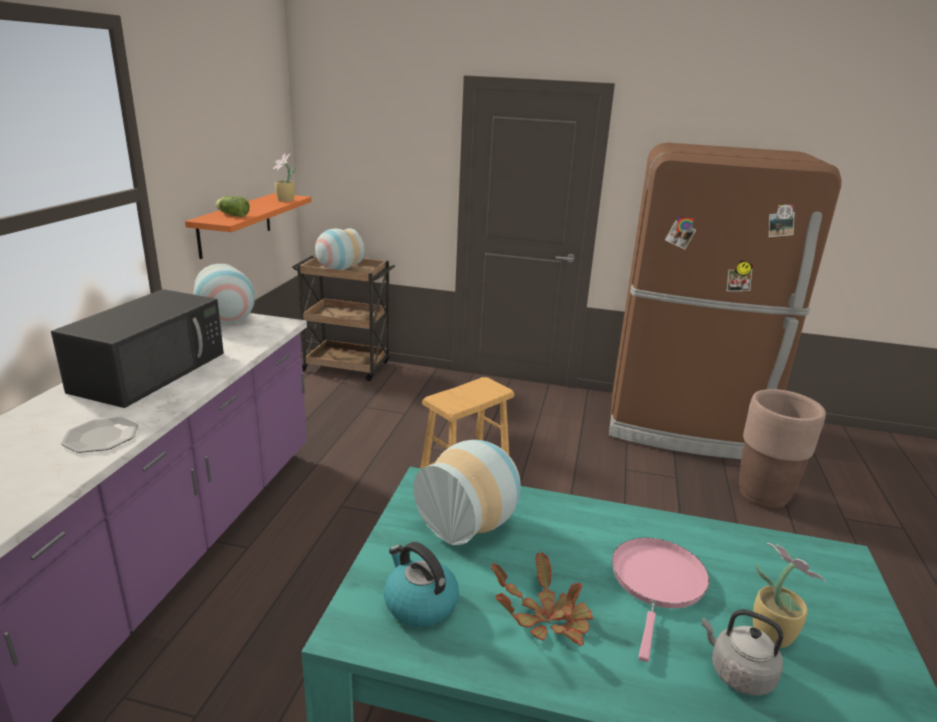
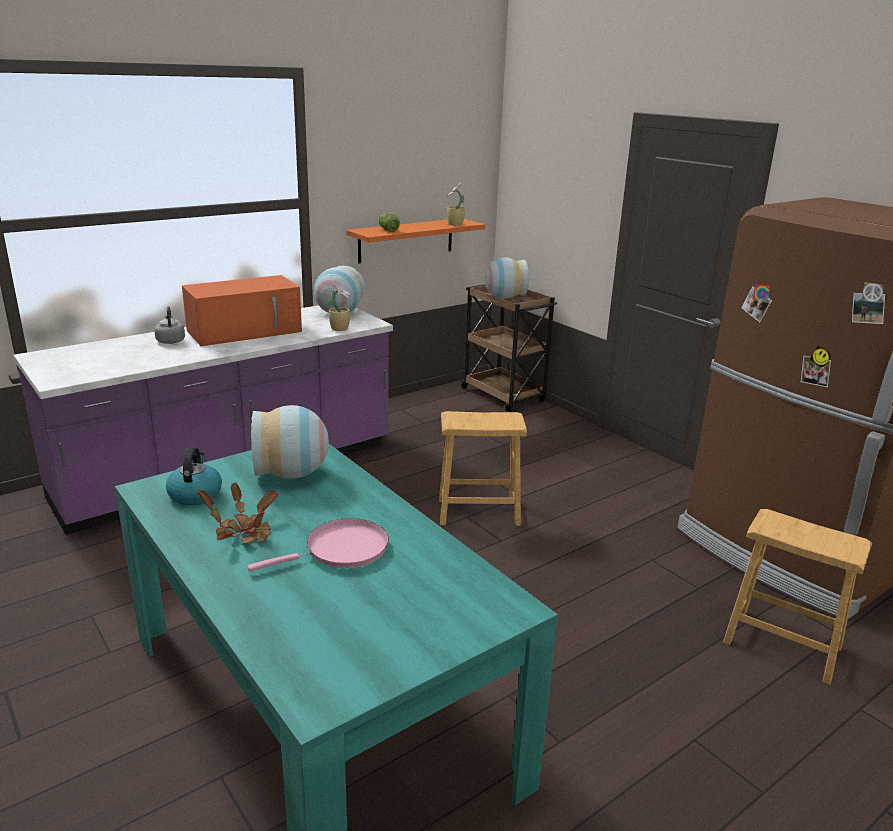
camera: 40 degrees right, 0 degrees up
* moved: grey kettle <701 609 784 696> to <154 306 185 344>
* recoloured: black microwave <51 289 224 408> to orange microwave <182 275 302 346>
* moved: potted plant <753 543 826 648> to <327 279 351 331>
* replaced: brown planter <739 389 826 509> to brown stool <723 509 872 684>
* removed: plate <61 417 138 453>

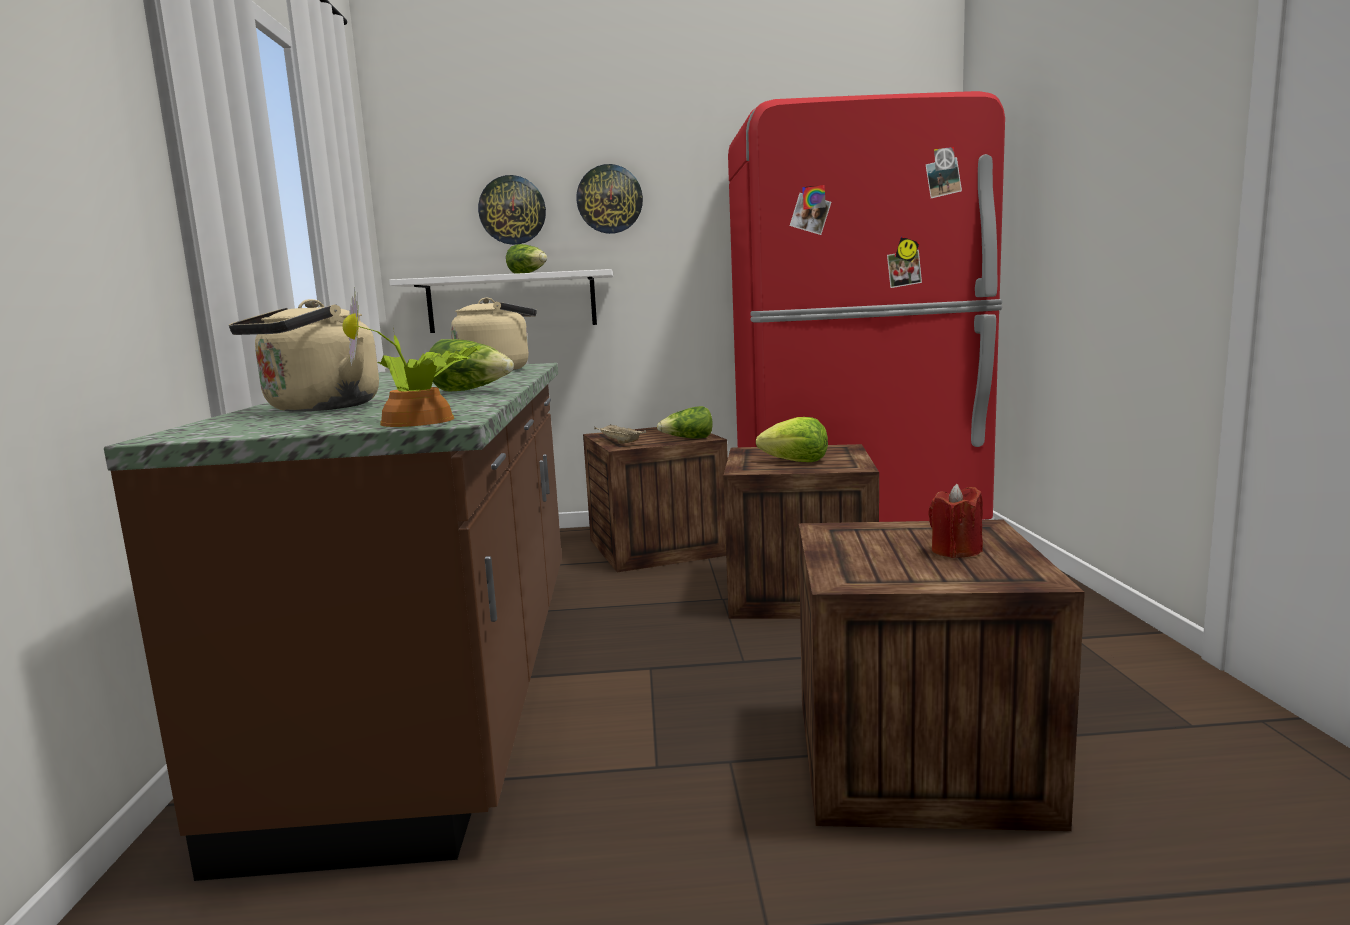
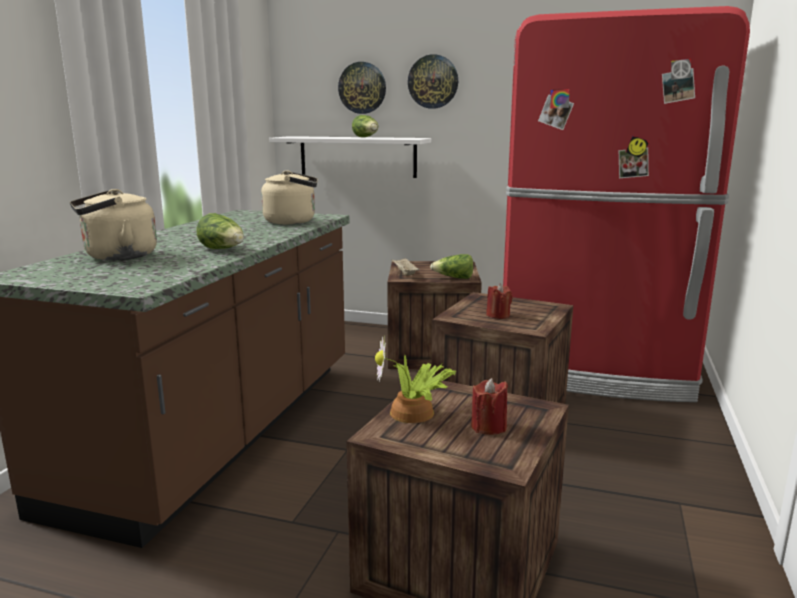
camera: 20 degrees right, 5 degrees up
* moved: potted plant <343 287 481 427> to <375 336 457 423>
* replaced: lettuce <756 417 828 462> to red candle <486 283 513 319>

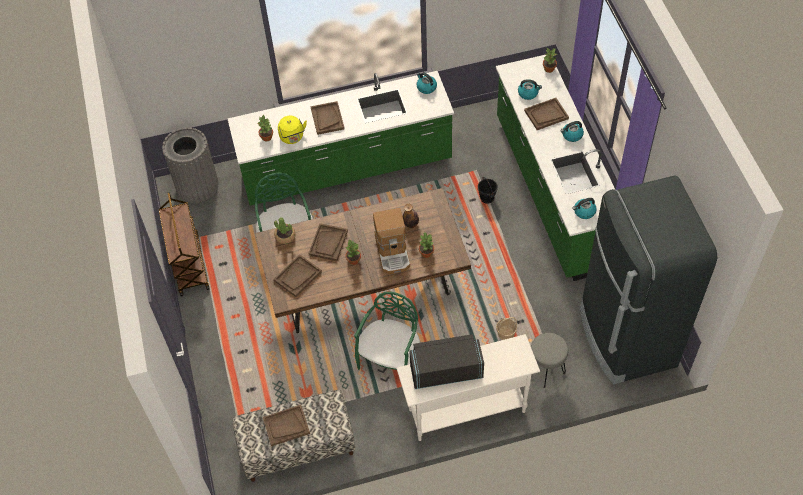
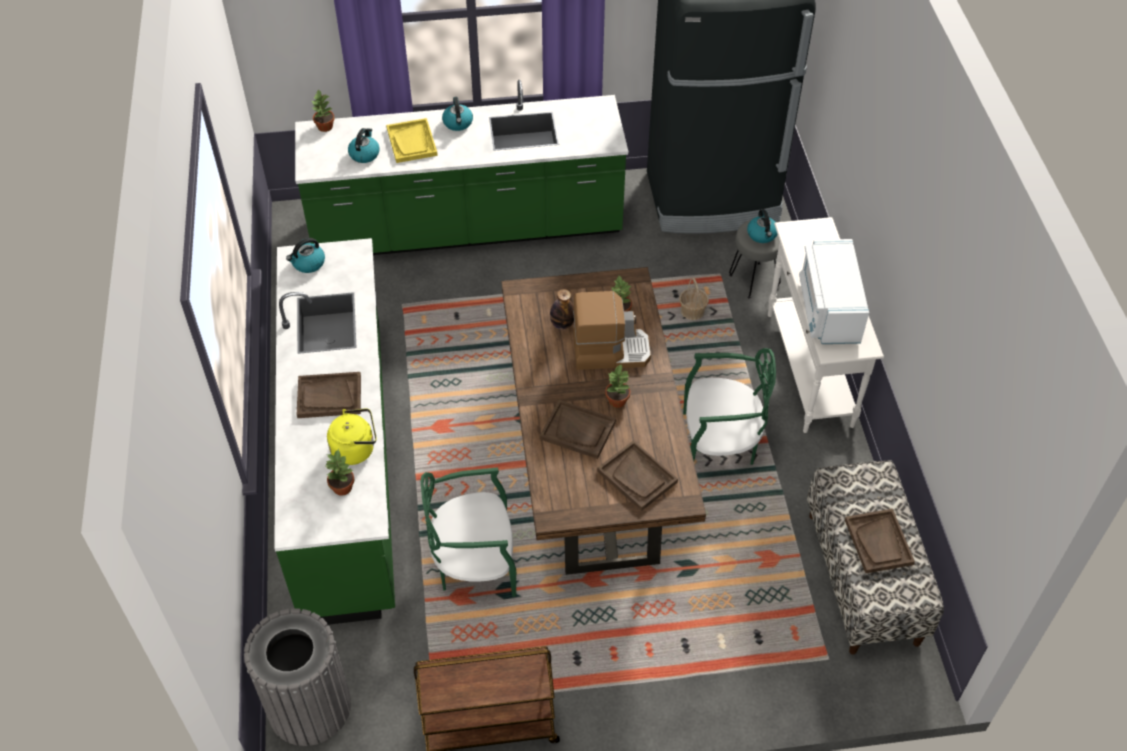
camera: 85 degrees left, 5 degrees down
* recoloured: brown tray <524 98 569 130> to yellow tray <386 118 438 163>
* turned: green chair <354 291 420 370> = <683 348 776 465> 150 degrees clockwise
* moved: kettle <572 198 597 219> to <747 209 777 243>
* recoloured: black microwave <409 334 484 389> to white microwave <799 239 869 344>
* removed: potted plant <274 217 296 244>
* removed: black bucket <478 177 498 204>

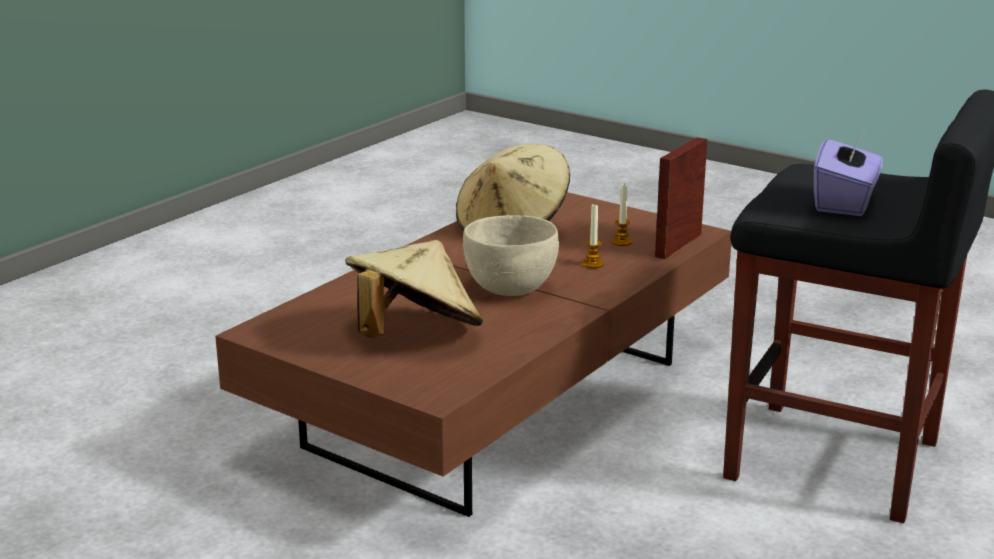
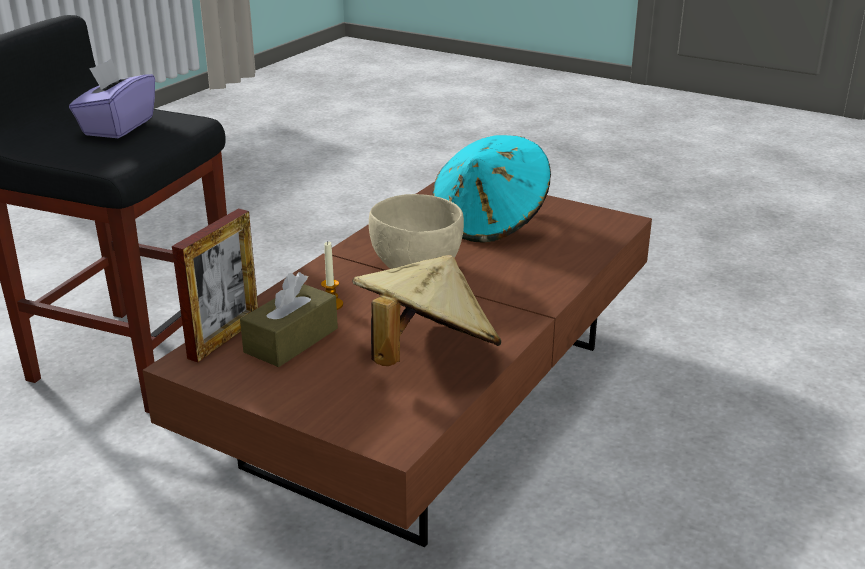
camera: 175 degrees right, 5 degrees up
* replaced: candle <611 185 632 246> to brown tissue box <240 272 338 367>
* recoloured: beige hat <345 240 483 338> to turquoise hat <432 135 551 242>

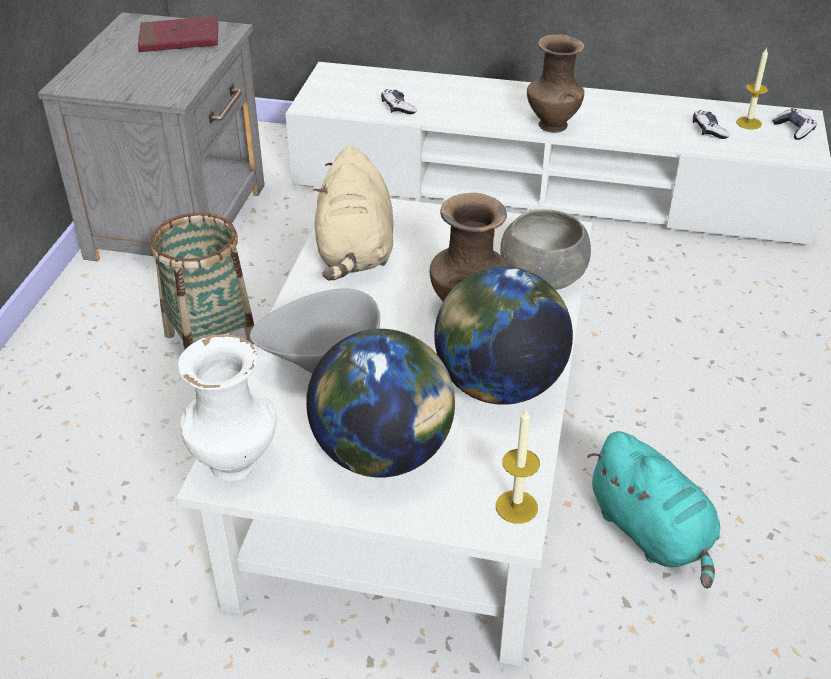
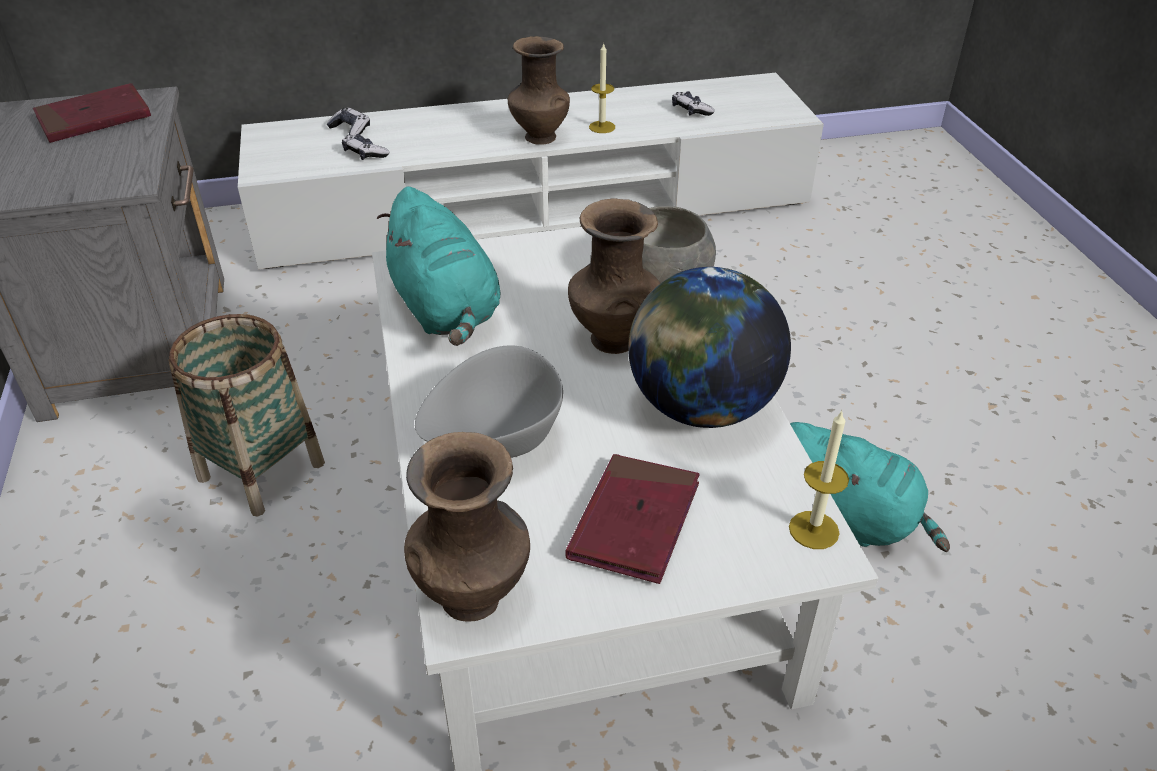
camera: 25 degrees left, 0 degrees up
* moved: game controller <772 108 817 140> to <327 108 370 135>
* recoloured: beige plush toy <313 145 393 280> to turquoise plush toy <377 186 500 346>
* recoloured: white vase <178 334 277 481> to brown vase <404 432 530 622>
* replaced: globe <306 329 455 478> to red book <565 454 700 584>
* moved: candle <736 48 768 129> to <589 43 615 133>

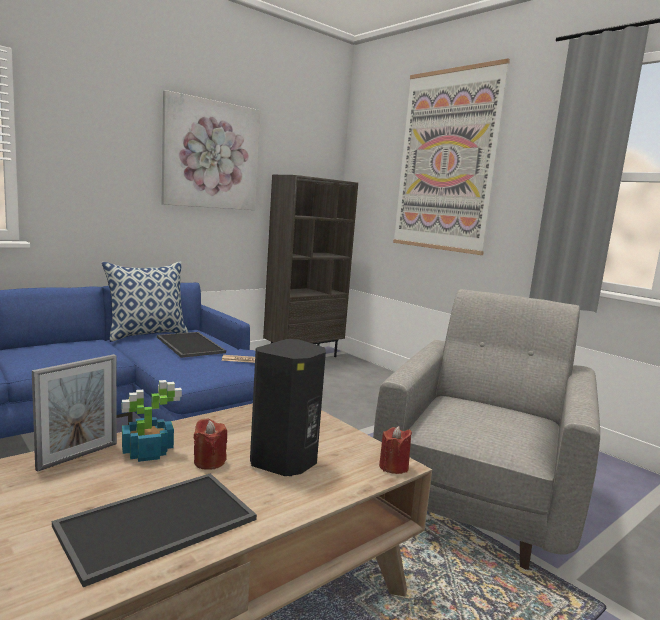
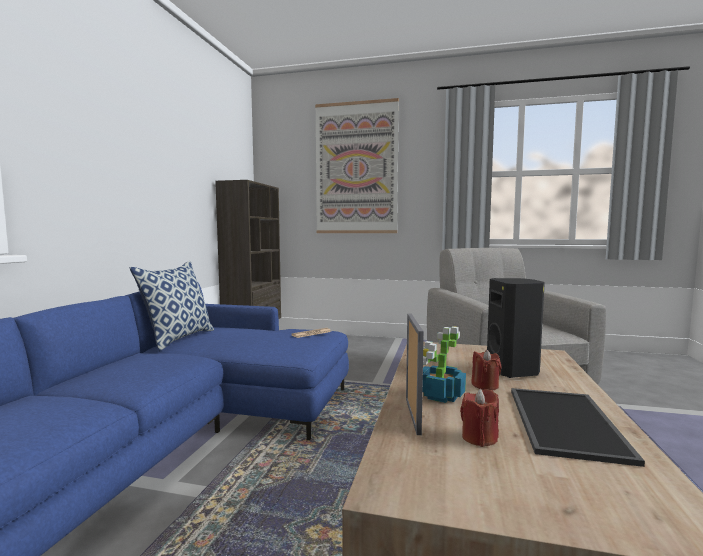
camera: 35 degrees left, 5 degrees down
* moved: red candle <379 426 412 474> to <460 389 499 447>
* removed: tray <157 332 226 358>
* removed: picture <162 90 260 210>

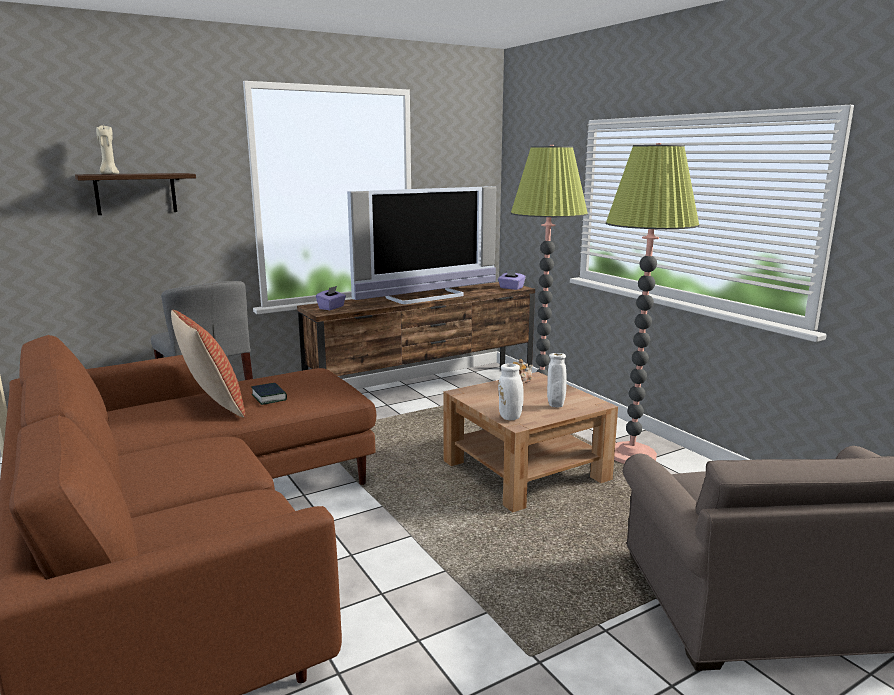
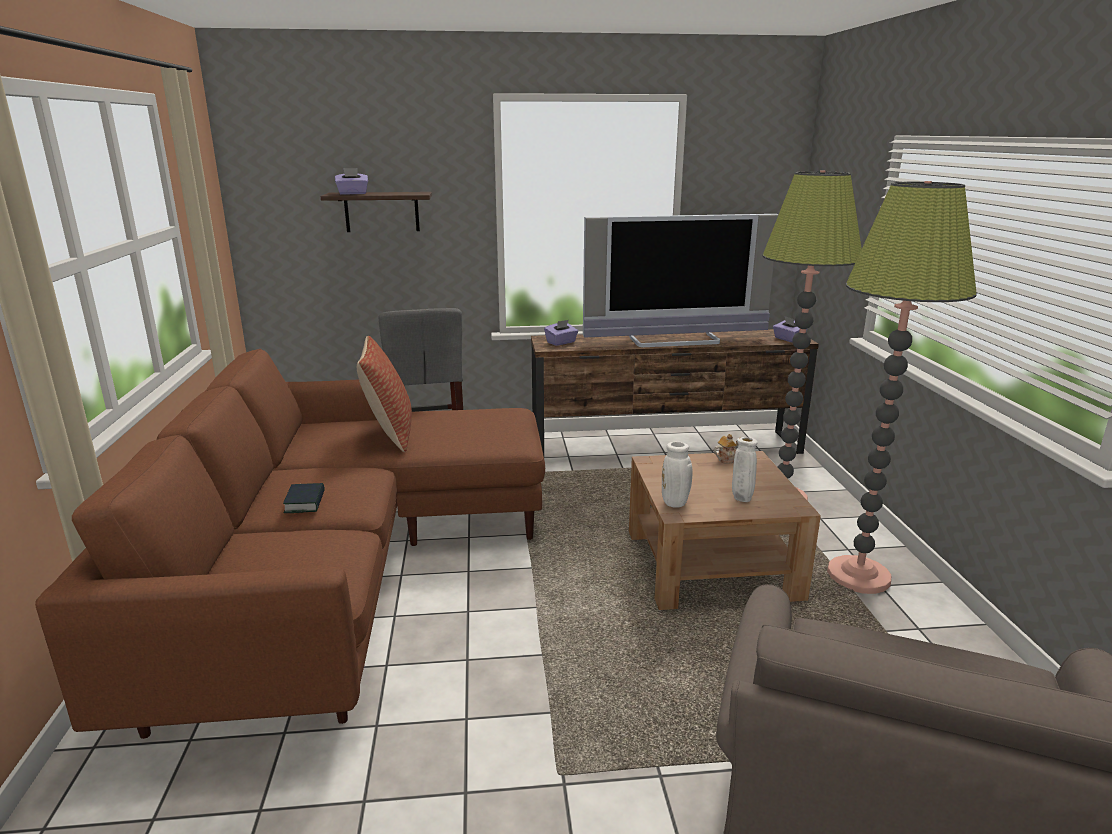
camera: 25 degrees right, 5 degrees up
* moved: book <251 383 287 405> to <283 483 325 513>
* replaced: beige candle <96 125 119 174> to purple tissue box <335 168 368 195>

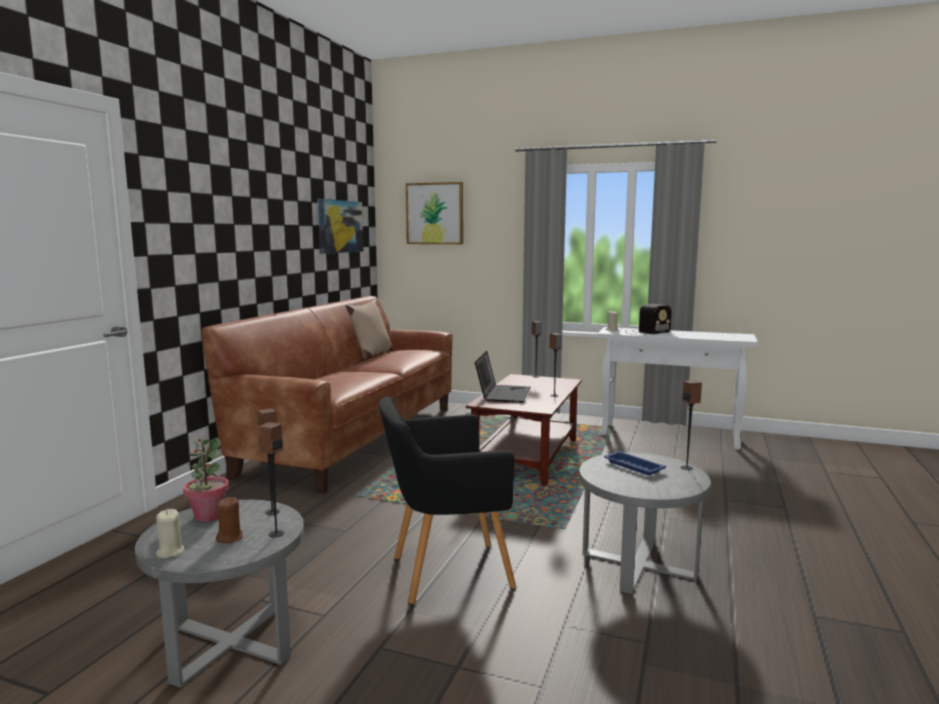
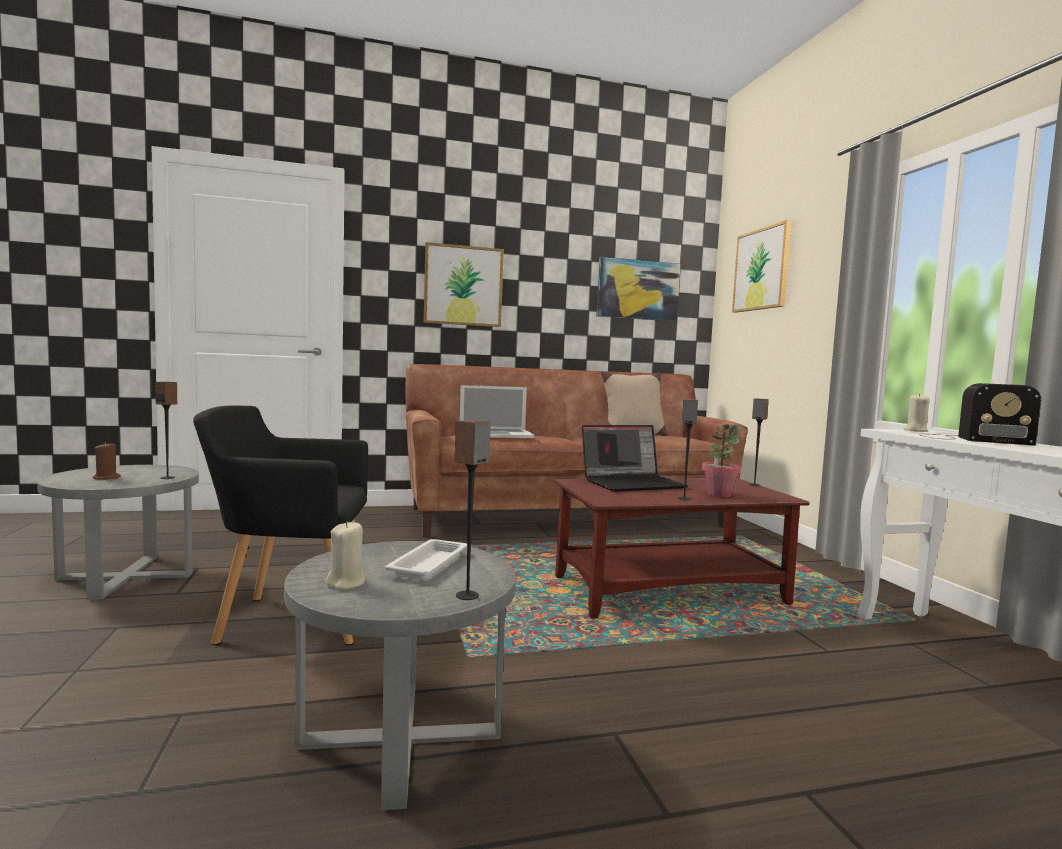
camera: 55 degrees right, 5 degrees down
* turned: black armchair <379 397 516 604> = <193 405 368 645> 45 degrees counterclockwise
* moved: beige candle <156 509 184 558> to <325 521 365 589>
* recoloured: blue tray <604 451 666 475> to white tray <384 539 467 580>
* added: picture <424 242 504 327>
* added: laptop <460 385 535 438>
* moved: potted plant <183 437 229 522> to <702 424 741 497>
* removed: speaker <258 422 284 538>

